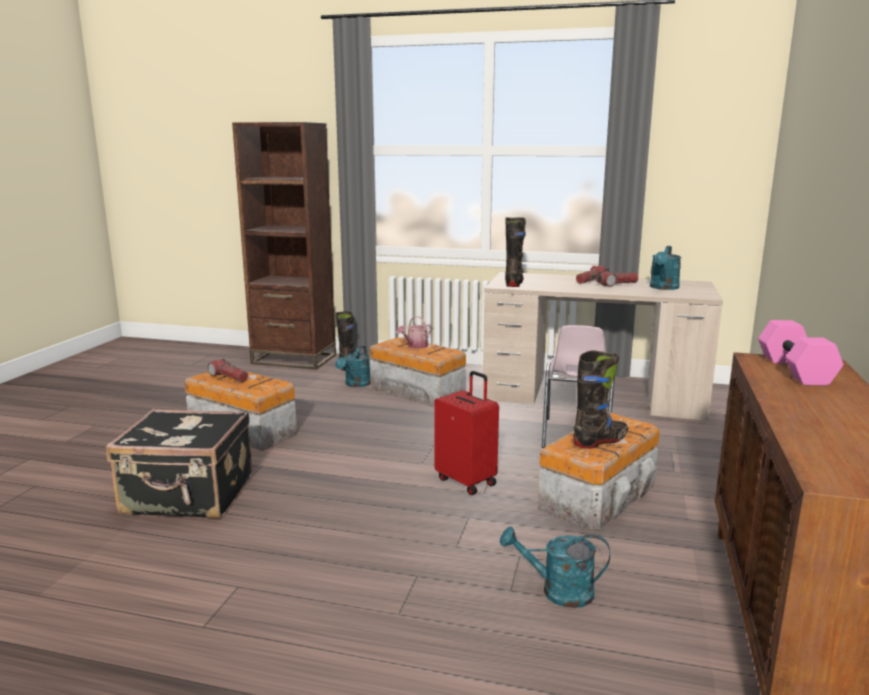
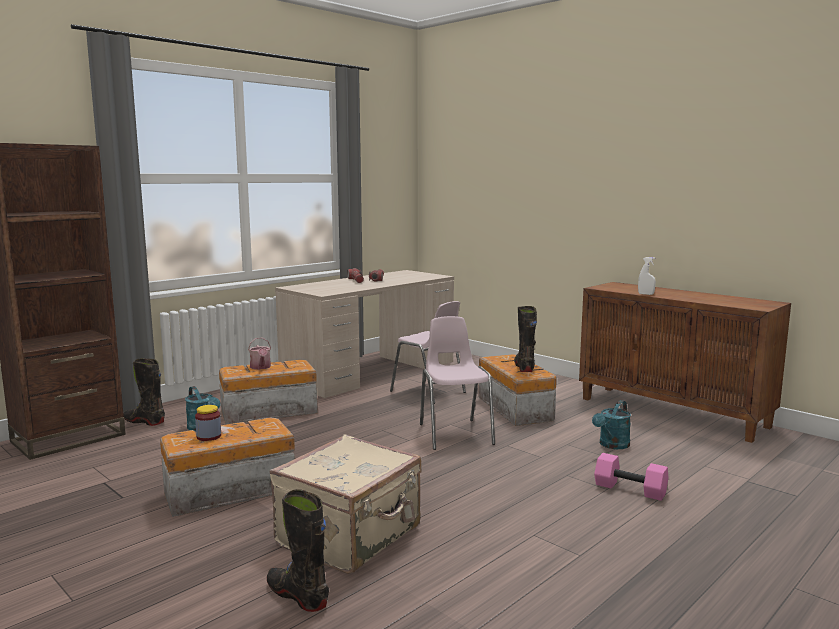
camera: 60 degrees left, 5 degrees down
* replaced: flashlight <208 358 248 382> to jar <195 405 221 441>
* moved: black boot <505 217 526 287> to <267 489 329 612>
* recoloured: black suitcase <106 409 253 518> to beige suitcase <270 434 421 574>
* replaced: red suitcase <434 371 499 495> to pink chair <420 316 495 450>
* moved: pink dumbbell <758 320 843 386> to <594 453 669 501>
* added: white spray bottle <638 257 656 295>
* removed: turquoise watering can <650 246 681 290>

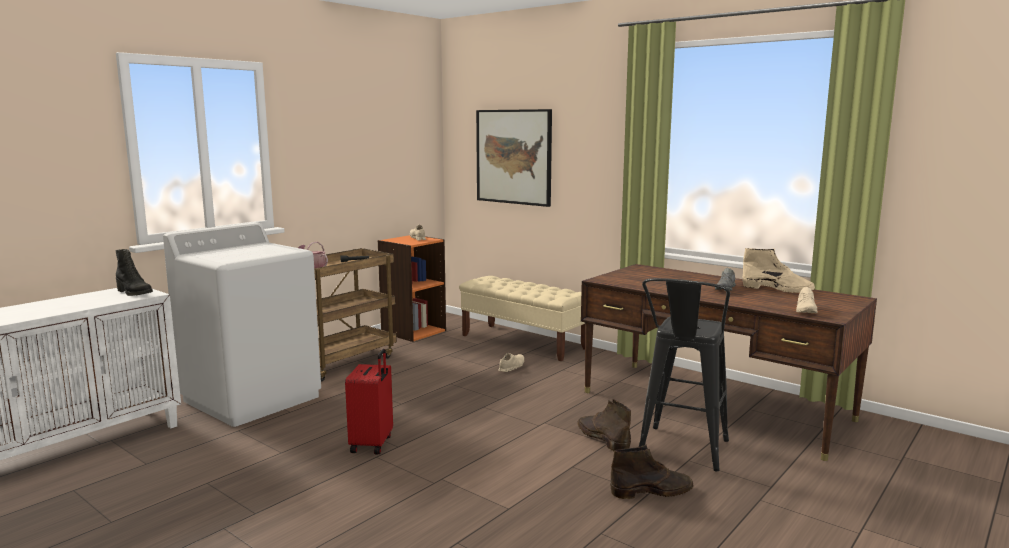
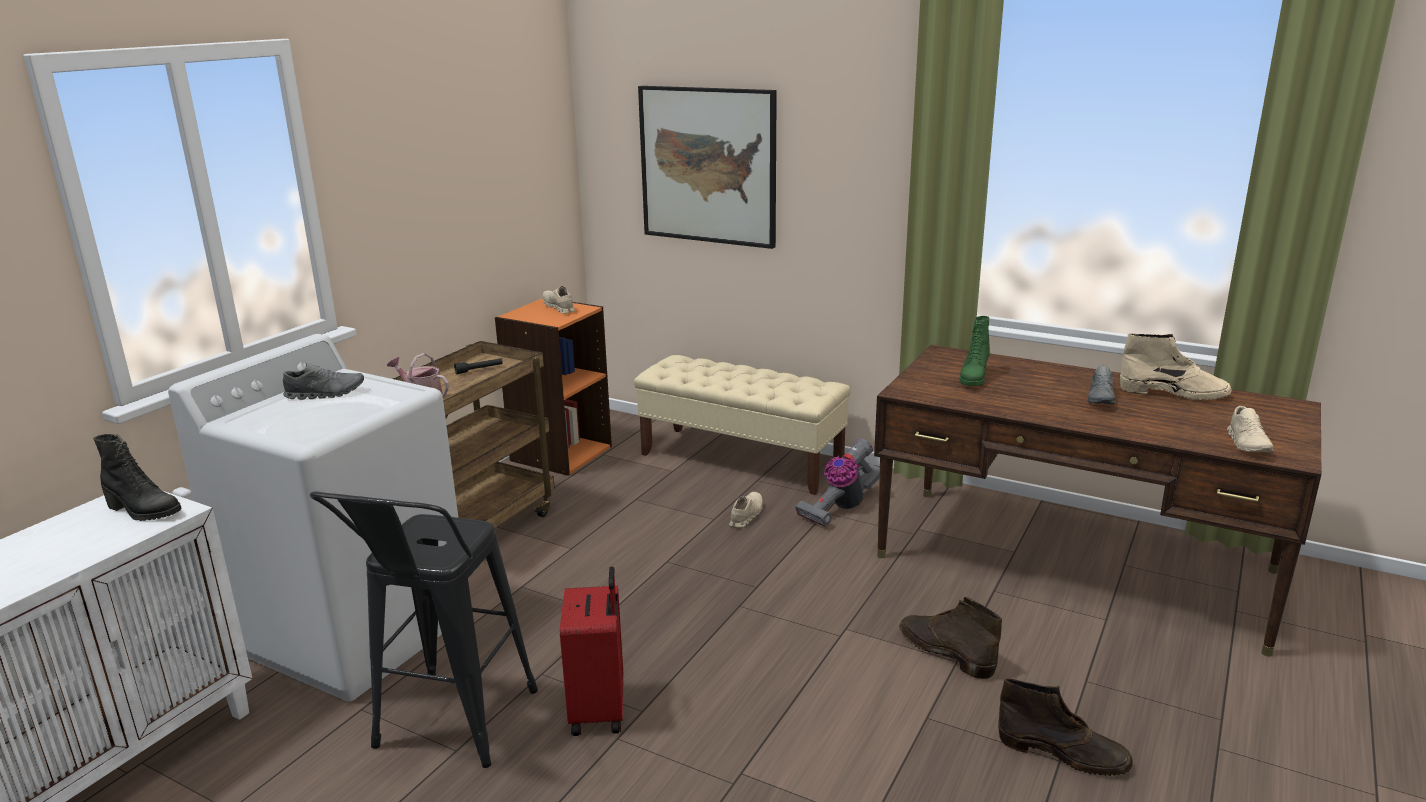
camera: 10 degrees left, 10 degrees up
* added: grey shoe <283 363 364 400>
* moved: black stool <639 278 730 471> to <310 491 538 768>
* added: vacuum cleaner <795 438 880 527>
* added: green boot <959 316 990 386>
* turned: brown boot <610 445 694 499> = <998 678 1133 776> 45 degrees clockwise

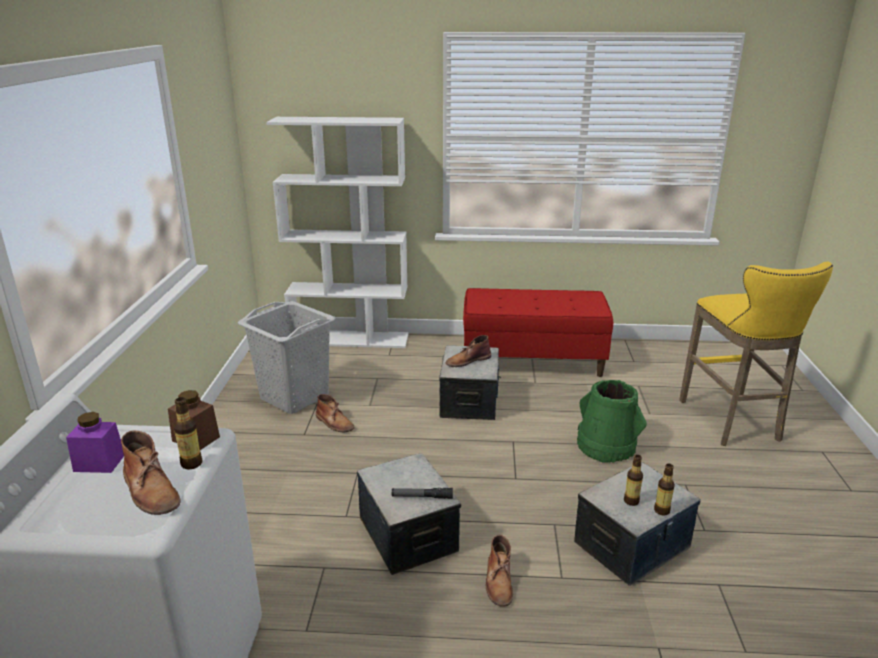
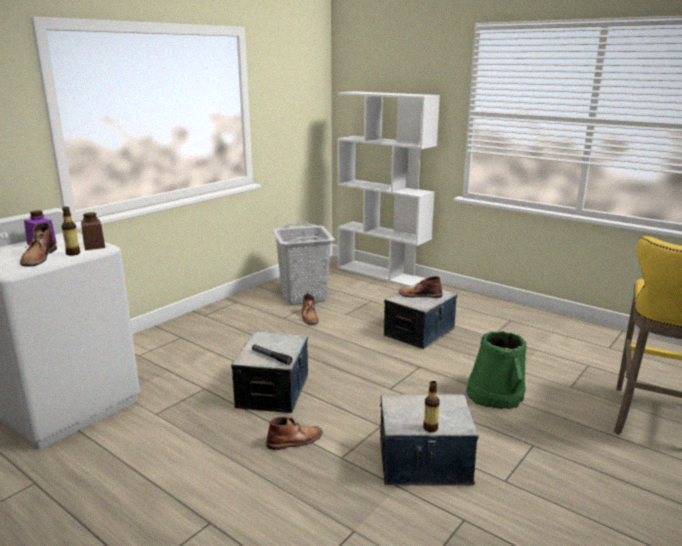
camera: 35 degrees right, 5 degrees down
* turned: brown boot <486 535 513 607> = <266 417 323 450> 150 degrees counterclockwise
* removed: red bench <463 288 613 377>
* removed: bottle <624 455 643 506>

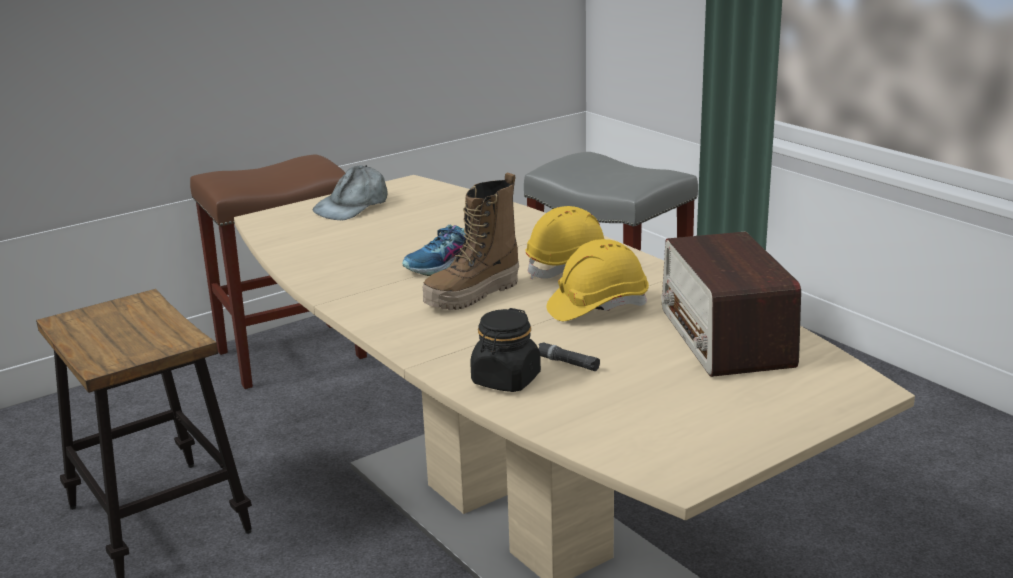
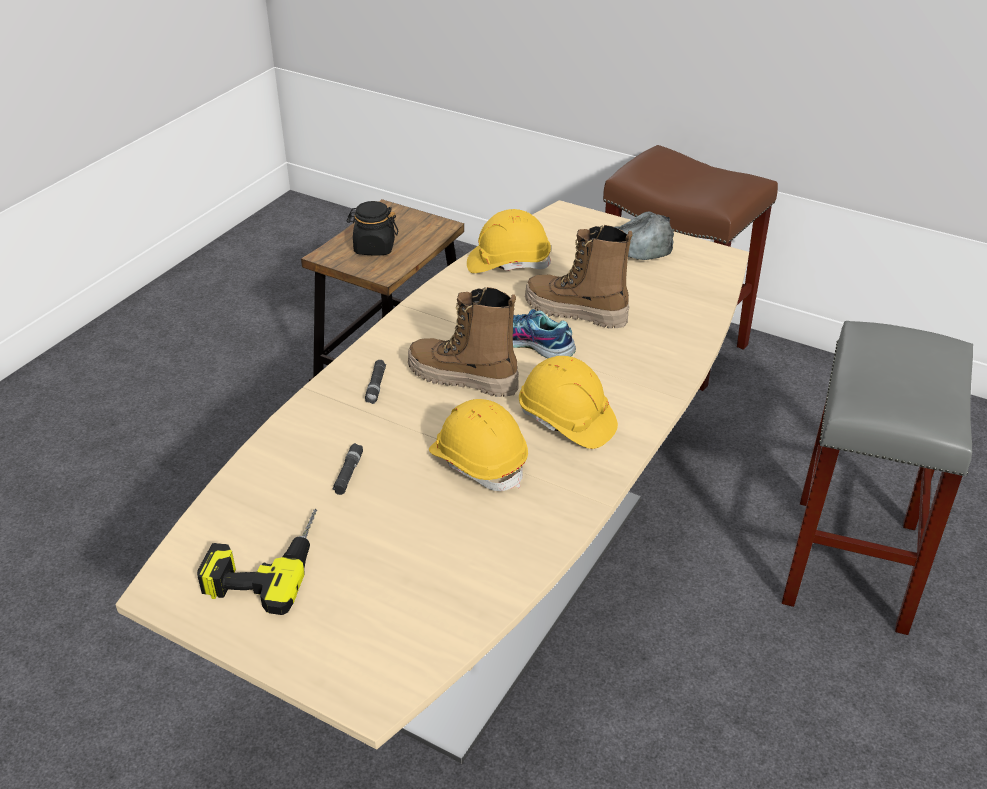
camera: 65 degrees right, 15 degrees up
* added: power drill <197 509 318 615>
* moved: black jar <470 308 541 392> to <347 201 398 255>
* added: black flashlight <365 360 386 404>
* added: yellow hard hat <467 209 551 273>
* added: boot <525 225 633 328>
* removed: radio <661 232 801 377>

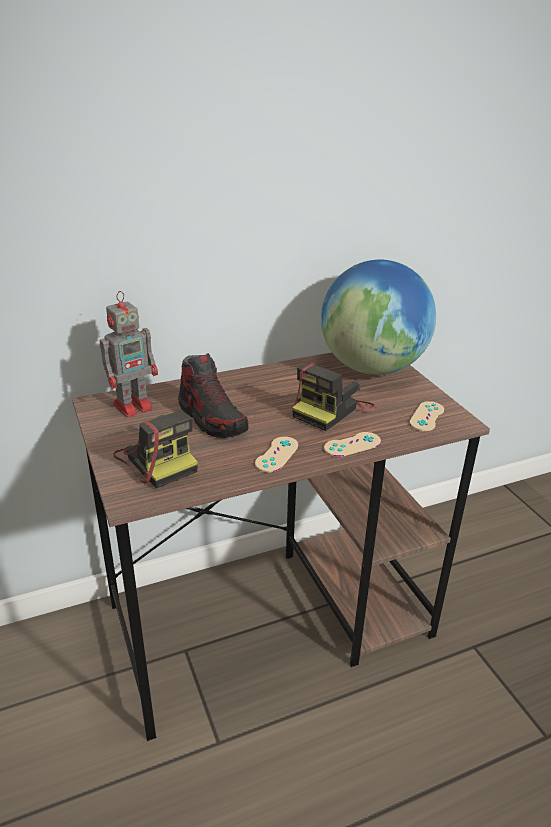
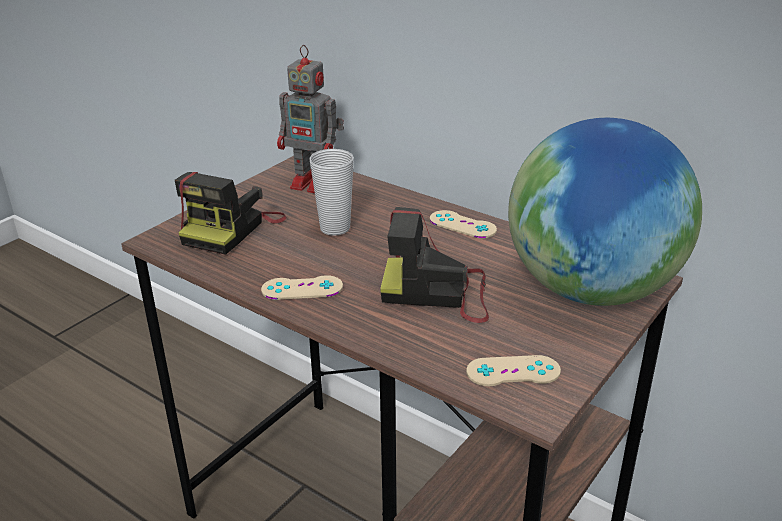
camera: 60 degrees right, 0 degrees up
* replaced: shoe <178 353 248 438> to cup <309 149 354 236>
* moved: beige game controller <324 432 381 457> to <430 210 497 238>

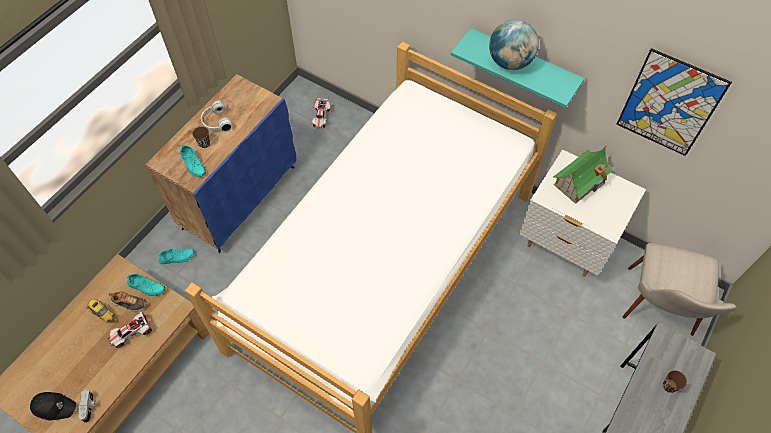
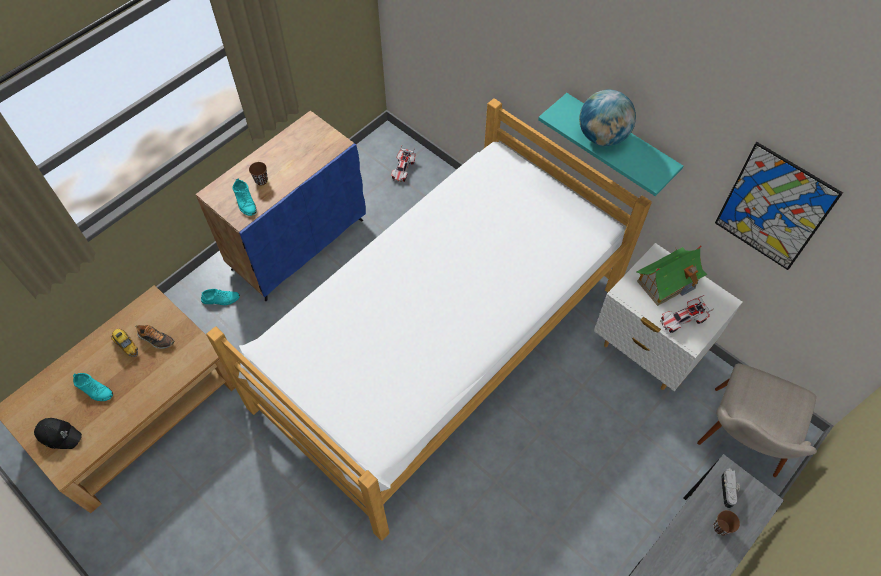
camera: 10 degrees right, 0 degrees up
* moved: turquoise shoe <127 274 165 296> to <73 373 113 401>
* moved: toy car <108 309 152 348> to <660 295 714 333>
* moved: photo camera <78 389 96 423> to <721 468 740 508>
* removed: white headphones <201 100 232 132>

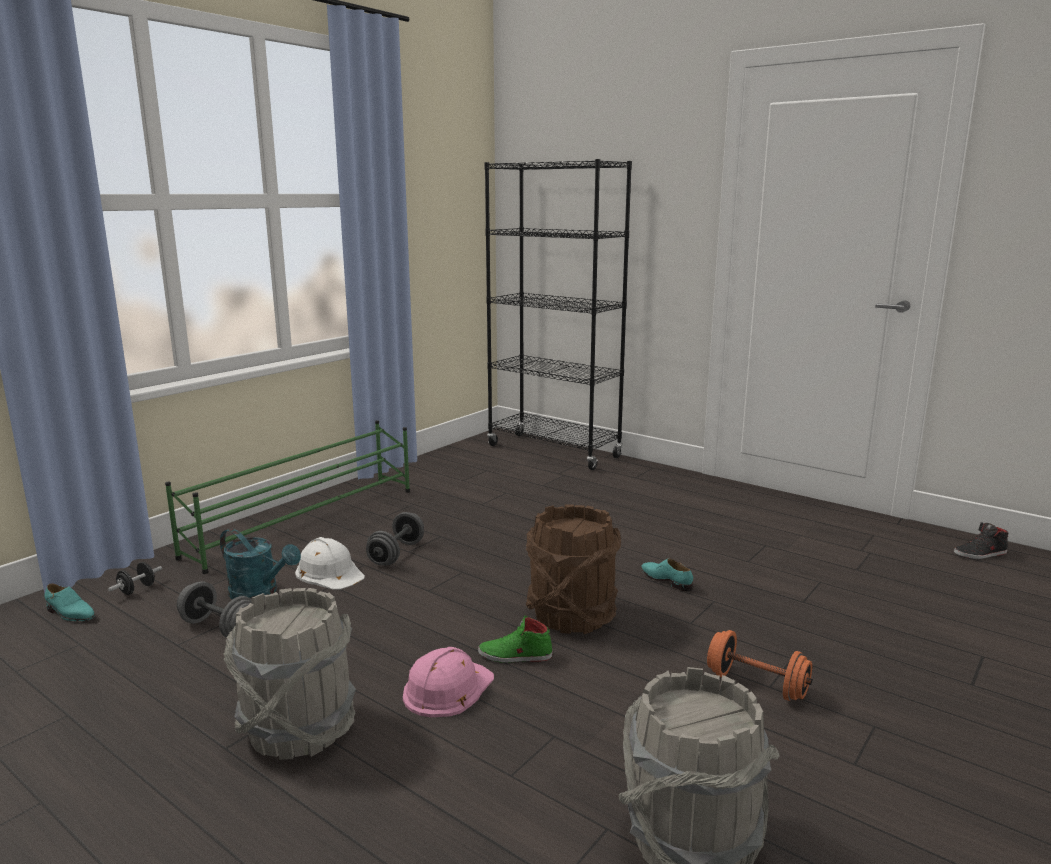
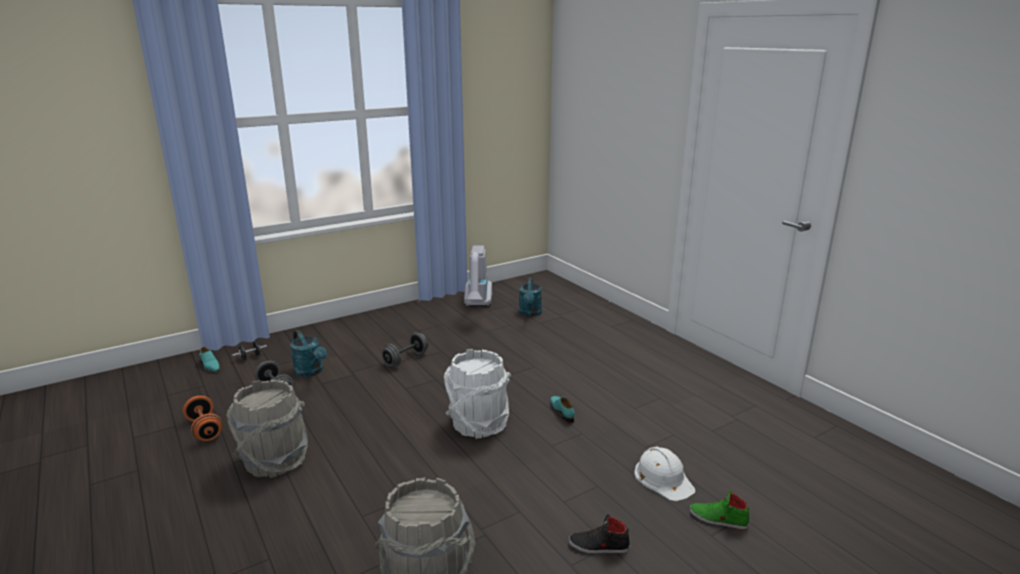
camera: 20 degrees right, 5 degrees up
* moved: orange dumbbell <707 630 812 701> to <183 396 223 441>
* recoloured: brown bucket <526 505 621 634> to white bucket <444 349 511 439>
* added: vacuum cleaner <464 246 492 306>
* added: turquoise watering can <519 277 542 317>
* moved: black shoe <954 522 1009 559> to <569 514 630 554>
* moved: white hard hat <295 537 365 590> to <634 447 695 501>
* moved: green shoe <478 615 553 663> to <689 491 749 530>
* removed: green shoe rack <165 420 410 574>
* removed: pink hard hat <403 647 494 717>
* removed: black bookcase <485 159 632 470>

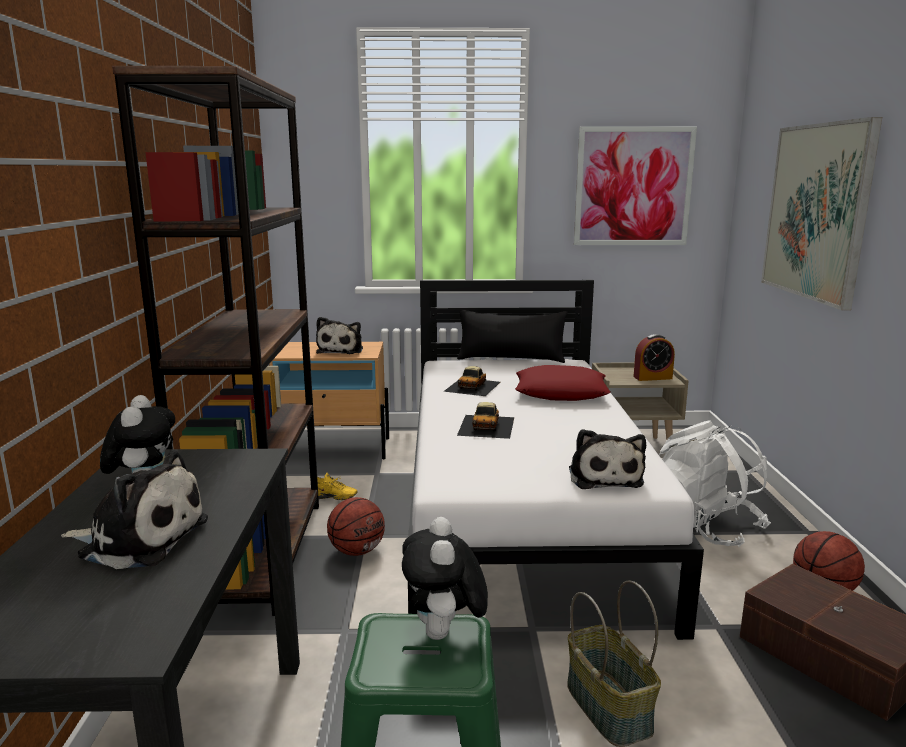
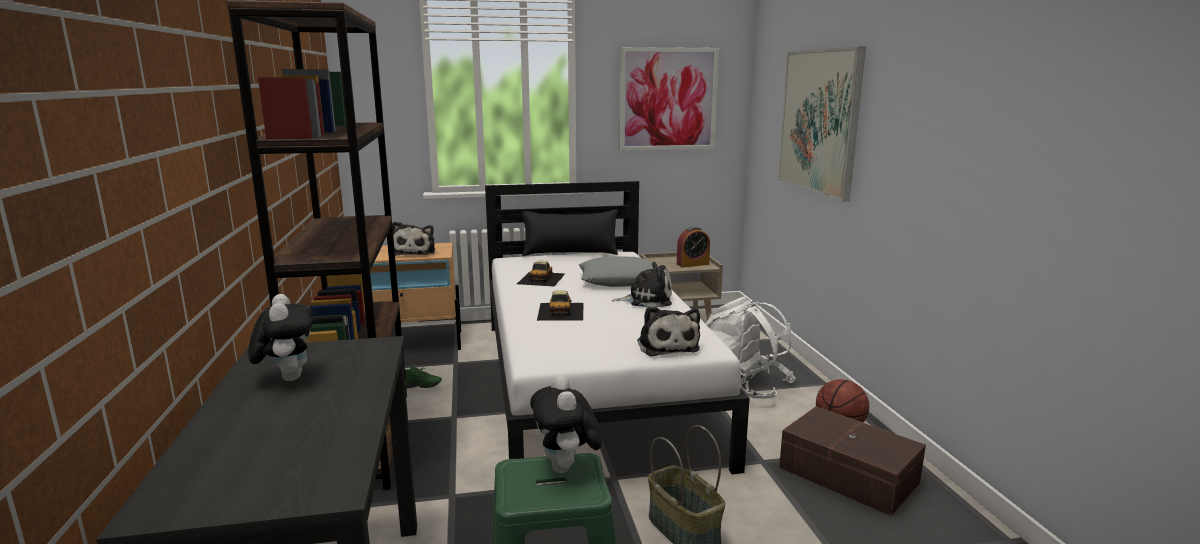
camera: 10 degrees left, 0 degrees up
* recoloured: yellow shoe <317 473 358 500> to green shoe <405 364 442 388>
* recoloured: red pillow <515 365 611 401> to grey pillow <579 257 653 287>
* moved: plush toy <61 450 208 569> to <612 262 672 308>
* removed: basketball <327 497 385 556>

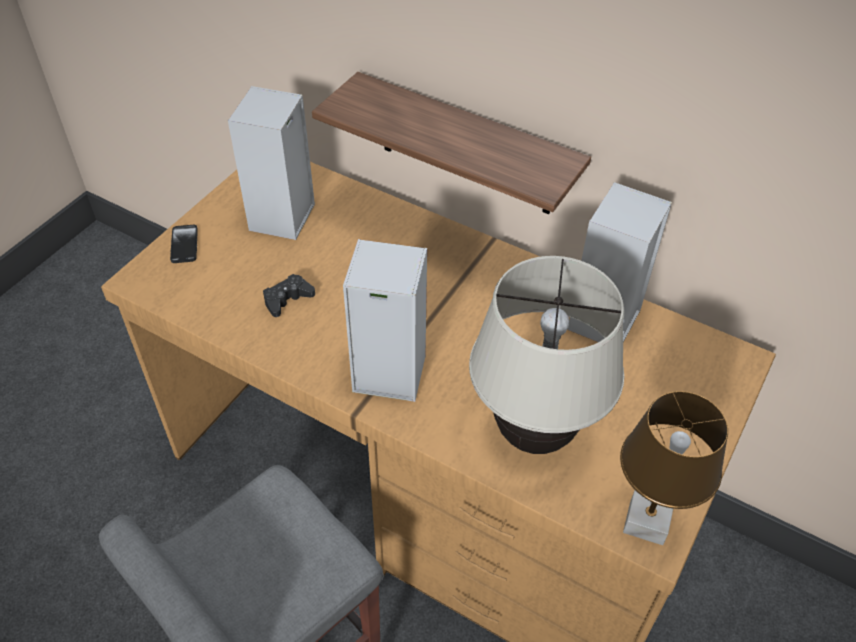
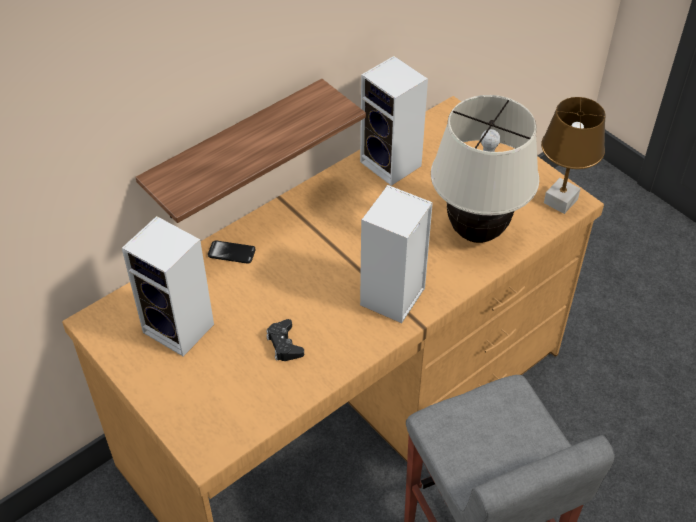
camera: 70 degrees left, 0 degrees up
* moved: phone <170 225 198 263> to <208 241 255 264>

